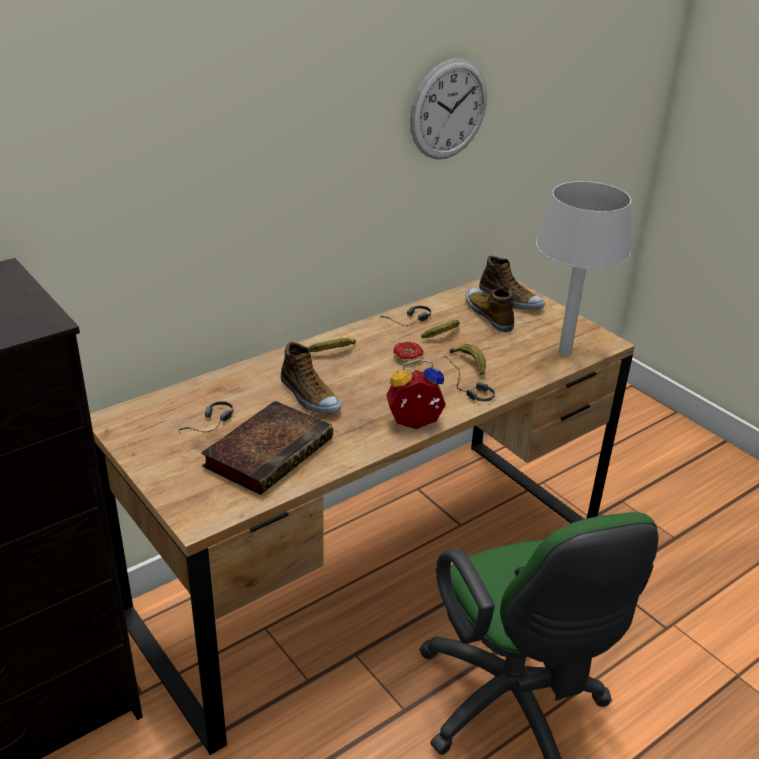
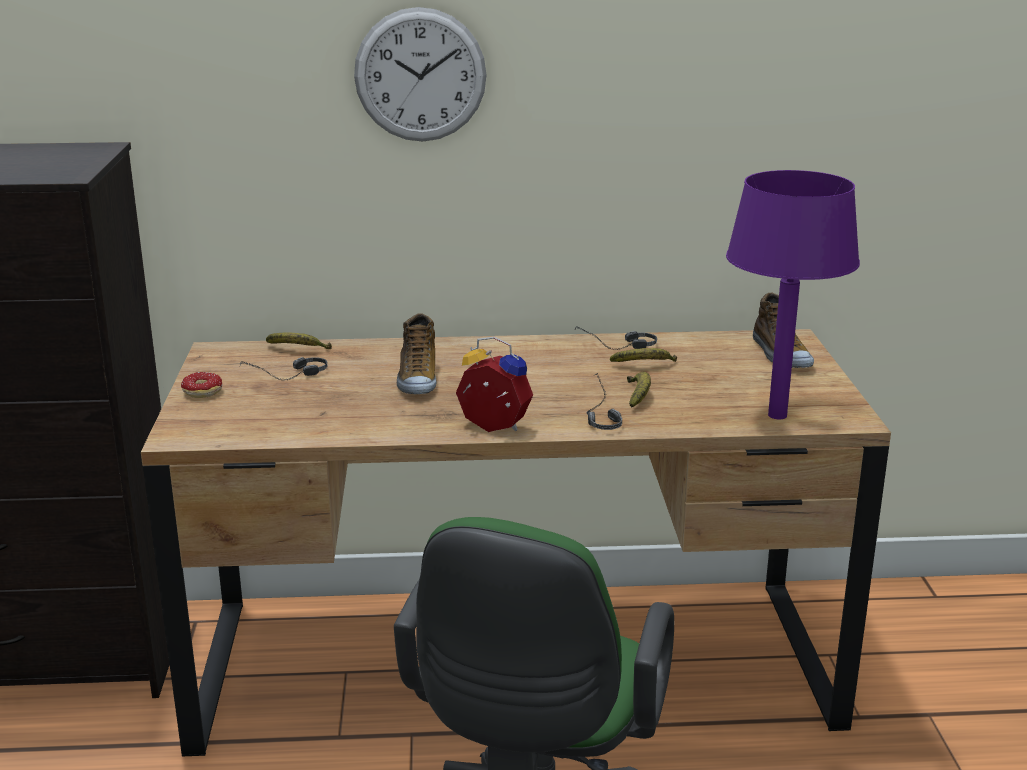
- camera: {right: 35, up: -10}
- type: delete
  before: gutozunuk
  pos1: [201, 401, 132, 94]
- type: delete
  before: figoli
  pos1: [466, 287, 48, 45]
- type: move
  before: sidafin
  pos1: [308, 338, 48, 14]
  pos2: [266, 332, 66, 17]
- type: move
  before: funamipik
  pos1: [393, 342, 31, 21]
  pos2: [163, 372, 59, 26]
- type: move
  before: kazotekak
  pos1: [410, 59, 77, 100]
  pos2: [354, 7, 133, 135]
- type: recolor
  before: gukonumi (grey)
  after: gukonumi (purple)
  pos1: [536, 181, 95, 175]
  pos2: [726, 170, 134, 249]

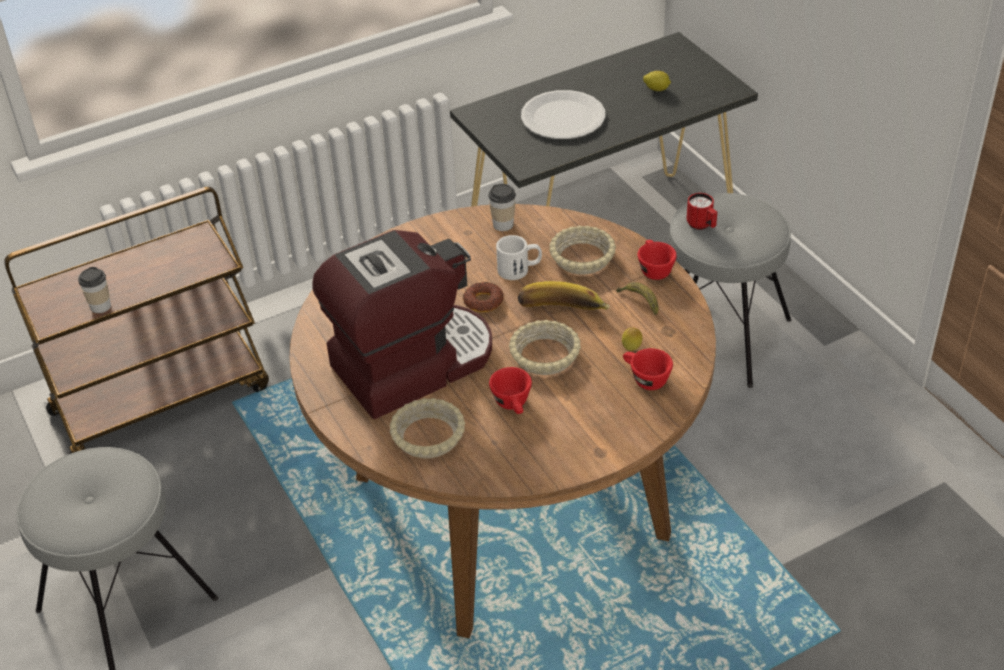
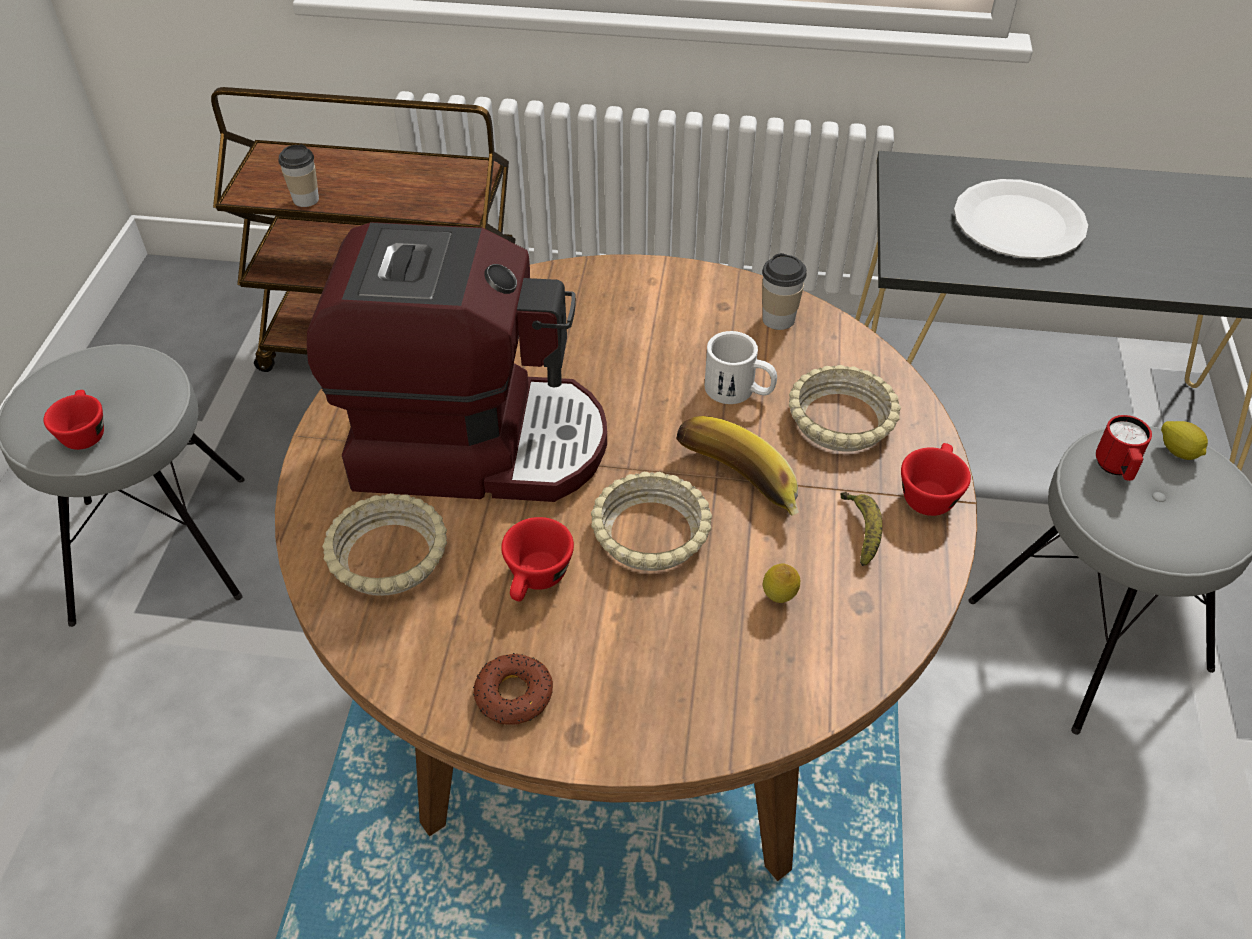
- camera: {right: 35, up: 5}
- type: move
  before: funamipik
  pos1: [463, 282, 40, 30]
  pos2: [473, 653, 80, 72]
- type: move
  before: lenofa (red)
  pos1: [623, 348, 50, 42]
  pos2: [44, 390, 60, 60]
- type: move
  before: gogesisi
  pos1: [643, 71, 28, 20]
  pos2: [1161, 421, 47, 39]

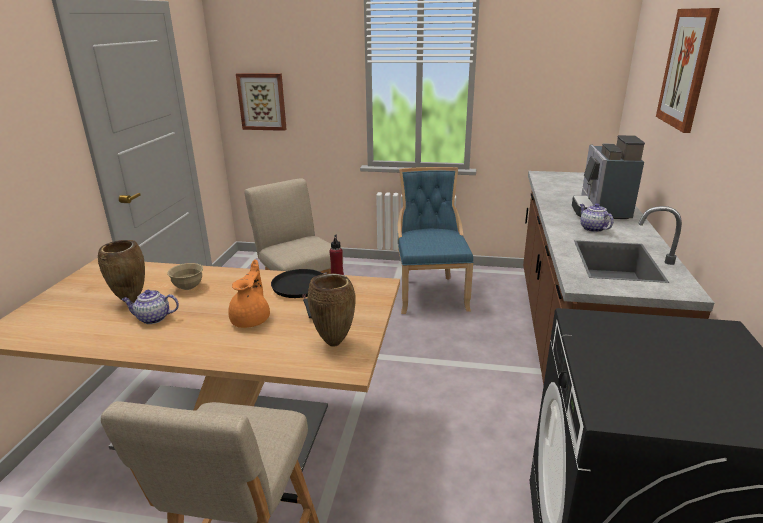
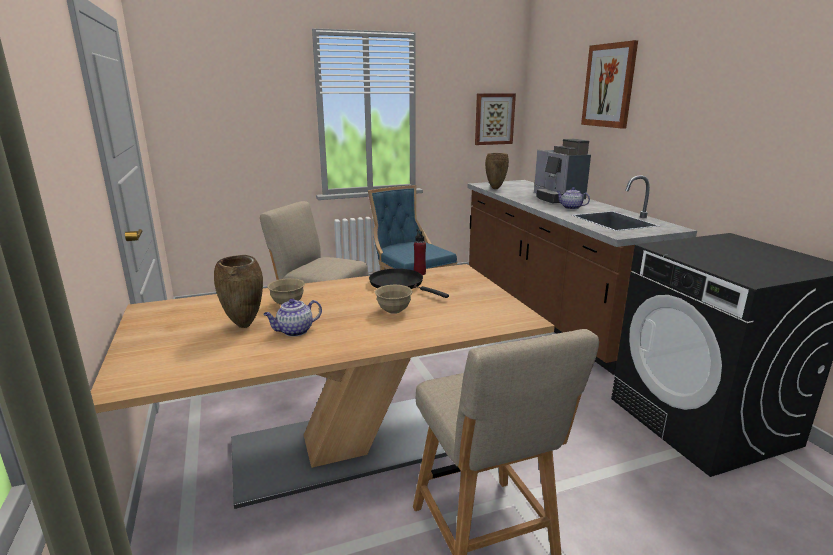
- camera: {right: -30, up: -5}
- type: move
  before: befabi
  pos1: [236, 73, 51, 58]
  pos2: [475, 93, 41, 52]
- type: move
  before: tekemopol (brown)
  pos1: [308, 273, 48, 74]
  pos2: [485, 153, 24, 36]
- type: replace
  before: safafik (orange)
  after: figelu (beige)
  pos1: [228, 260, 42, 68]
  pos2: [374, 285, 39, 29]

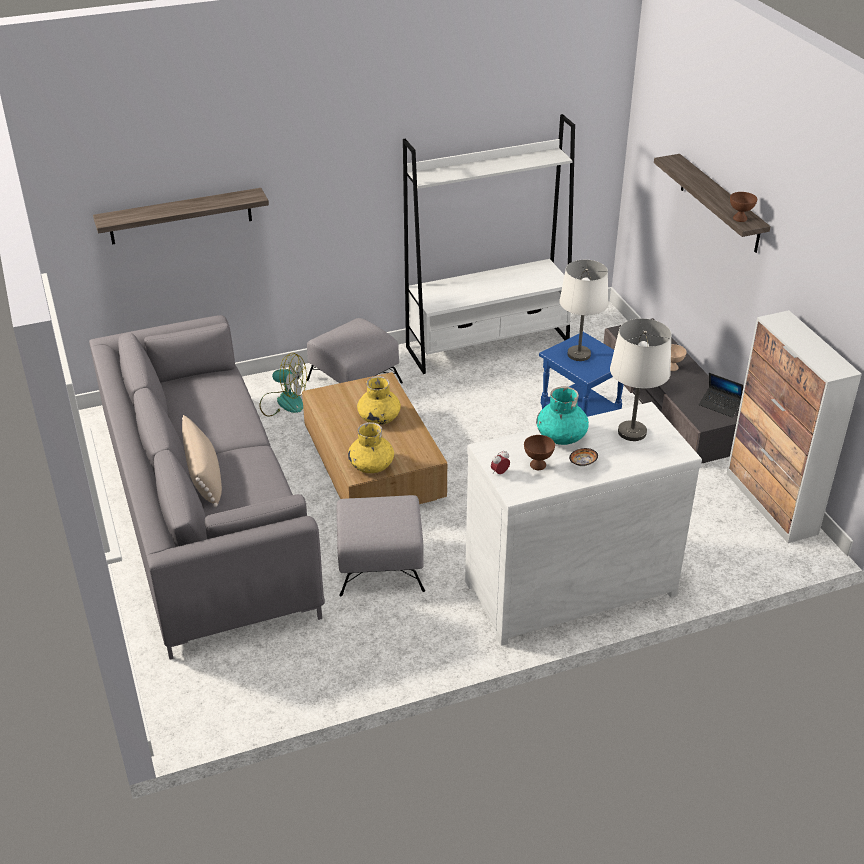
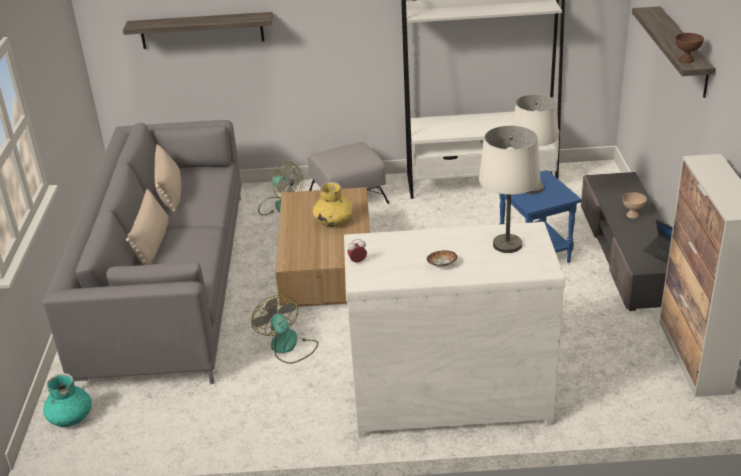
- camera: {right: 20, up: -5}
- type: delete
  before: tekemopol (yellow)
  pos1: [348, 422, 46, 51]
- type: delete
  before: figelu (brown)
  pos1: [524, 435, 31, 35]
- type: insert
  after: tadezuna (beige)
  pos2: [154, 144, 27, 68]
- type: move
  before: tekemopol (turquoise)
  pos1: [536, 386, 53, 59]
  pos2: [43, 373, 48, 54]
- type: replace
  before: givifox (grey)
  after: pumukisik
  pos1: [337, 495, 88, 101]
  pos2: [251, 295, 67, 69]

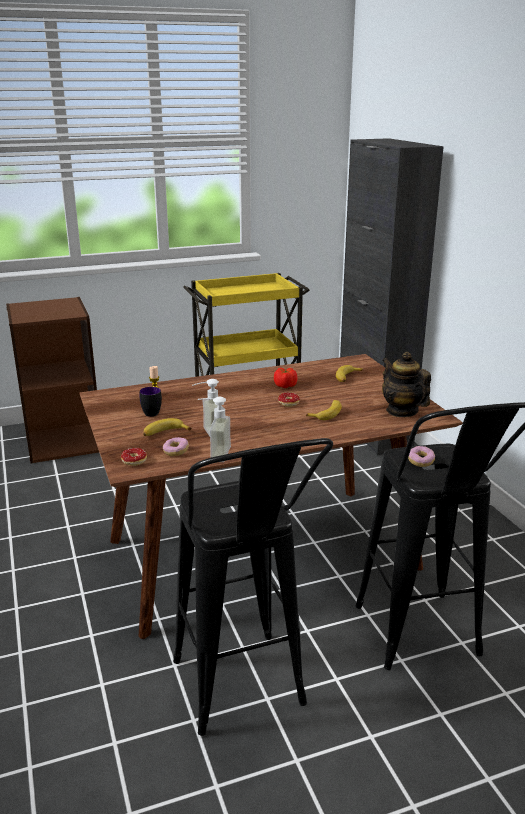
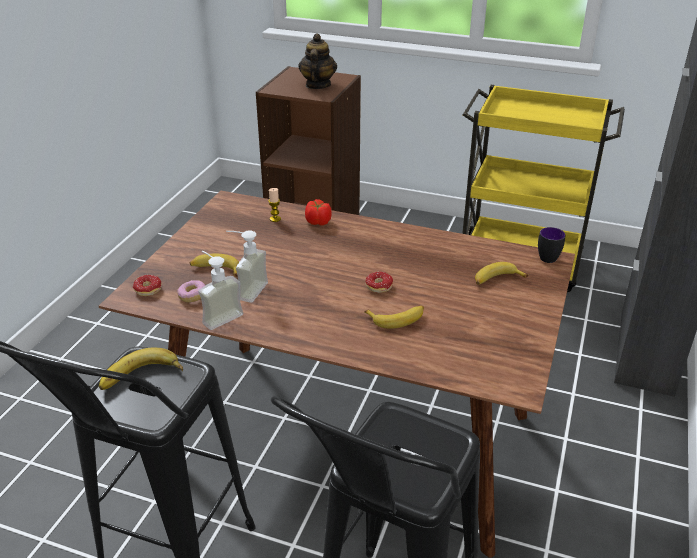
- camera: {right: 40, up: 10}
- type: delete
  before: funamipik
  pos1: [408, 446, 27, 21]
- type: insert
  after: sidafin
  pos2: [99, 348, 84, 42]
- type: move
  before: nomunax
  pos1: [139, 387, 23, 30]
  pos2: [538, 227, 27, 36]
- type: move
  before: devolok
  pos1: [274, 368, 23, 20]
  pos2: [305, 199, 26, 26]
- type: move
  before: safafik
  pos1: [382, 352, 49, 65]
  pos2: [299, 33, 38, 56]

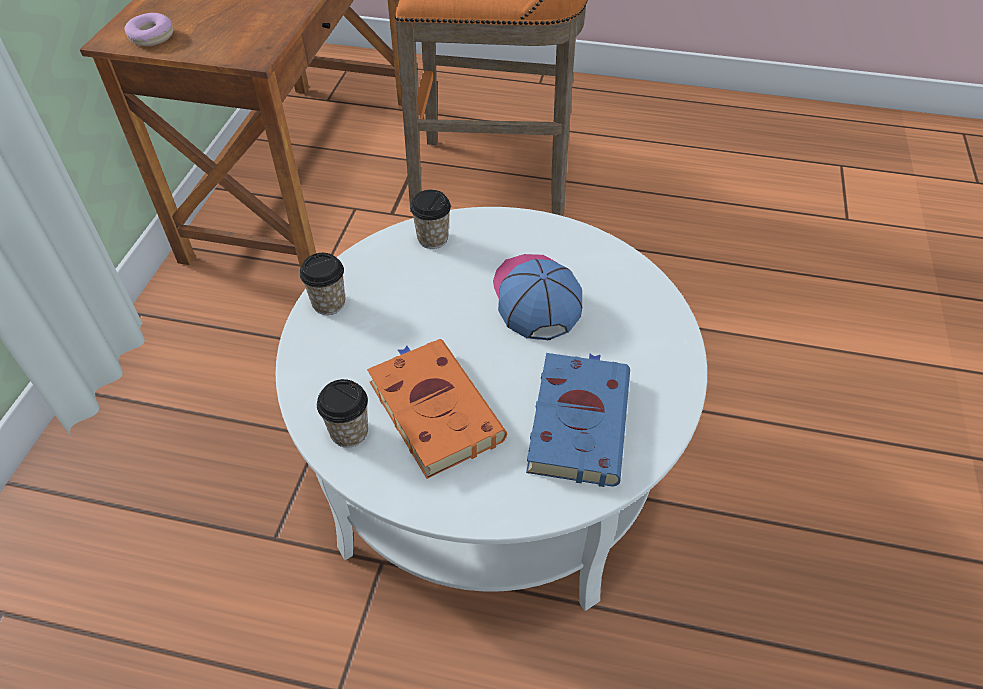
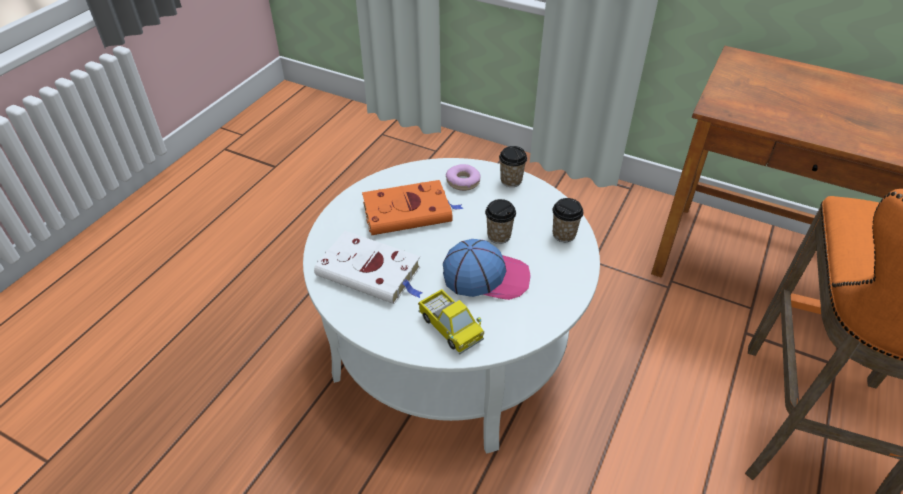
- camera: {right: 105, up: -5}
- type: insert
  after: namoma
  pos2: [418, 289, 66, 66]
- type: move
  before: funamipik
  pos1: [124, 13, 49, 33]
  pos2: [446, 164, 35, 27]
- type: move
  before: lenofa
  pos1: [317, 379, 51, 69]
  pos2: [485, 199, 31, 45]
- type: recolor
  before: gutozunuk (blue)
  after: gutozunuk (white)
  pos1: [526, 353, 104, 134]
  pos2: [314, 231, 109, 73]

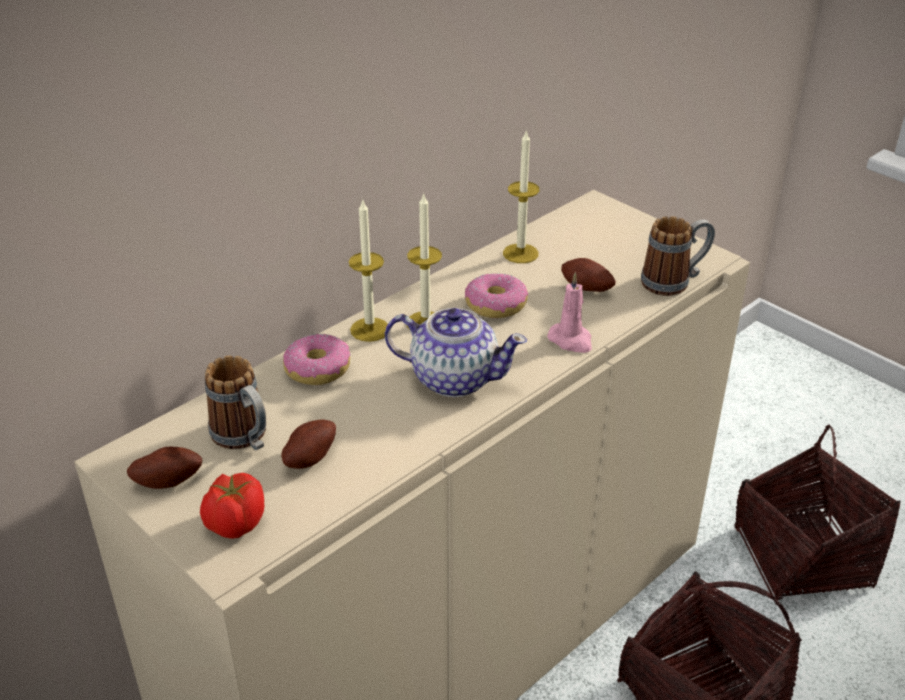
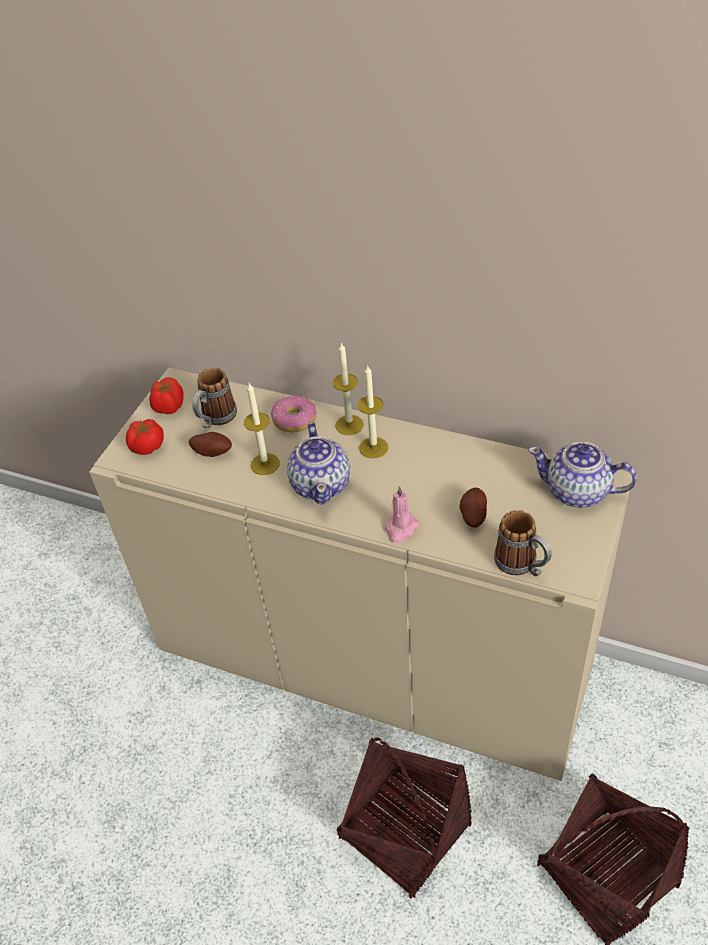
- camera: {right: 70, up: 10}
- type: delete
  before: funamipik
  pos1: [465, 274, 63, 44]
- type: insert
  after: safafik
  pos2: [528, 442, 109, 66]
- type: move
  before: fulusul
  pos1: [503, 130, 36, 133]
  pos2: [244, 383, 36, 92]
- type: replace
  before: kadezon
  after: devolok
  pos1: [127, 446, 75, 43]
  pos2: [149, 377, 35, 37]

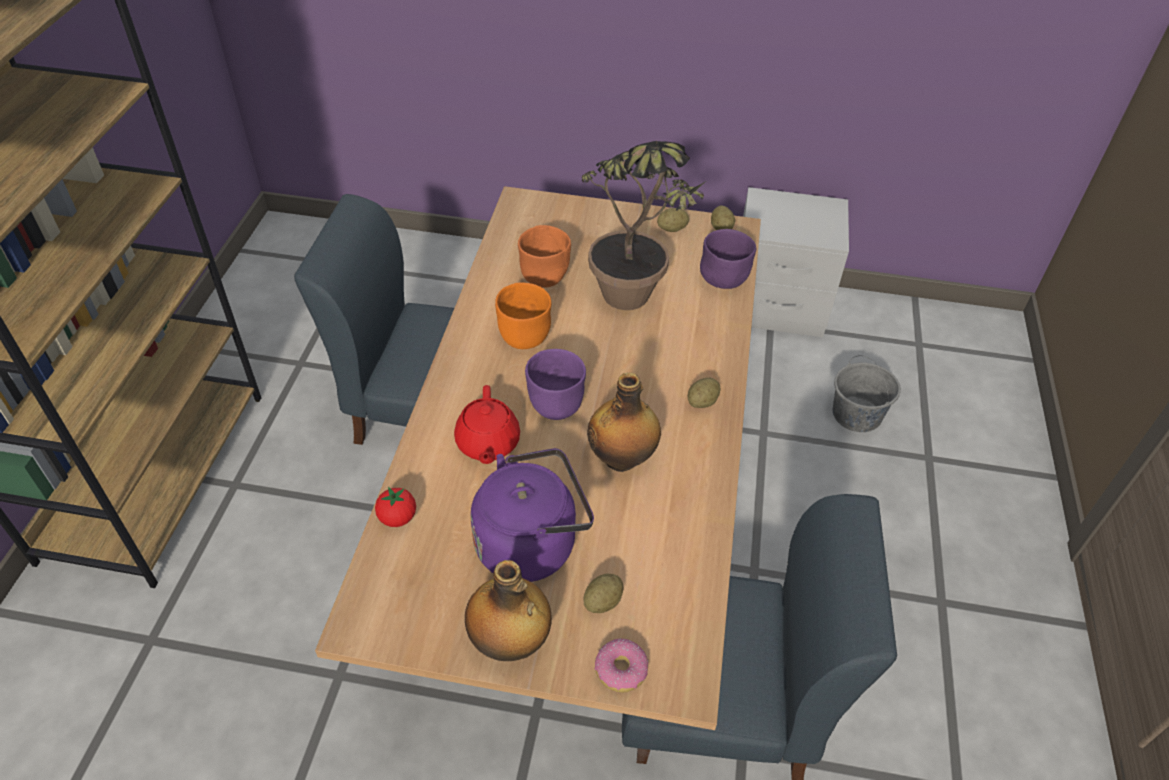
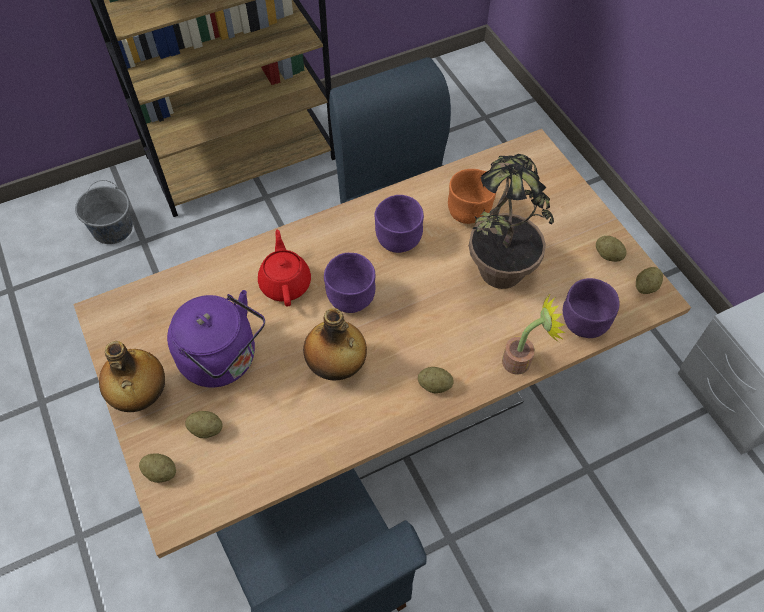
- camera: {right: 55, up: 10}
- type: delete
  before: devolok
  pos1: [375, 487, 41, 40]
- type: insert
  after: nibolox
  pos2: [502, 293, 63, 82]
- type: move
  before: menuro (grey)
  pos1: [833, 355, 68, 77]
  pos2: [75, 180, 58, 64]
- type: replace
  before: funamipik
  after: kadezon
  pos1: [595, 639, 53, 54]
  pos2: [139, 453, 37, 30]
- type: recolor
  before: figelu (orange)
  after: figelu (purple)
  pos1: [495, 283, 56, 66]
  pos2: [374, 195, 50, 58]
- type: rotate
  before: safafik (red)
  pos1: [454, 385, 66, 79]
  pos2: [258, 229, 53, 78]
  turn: 120

